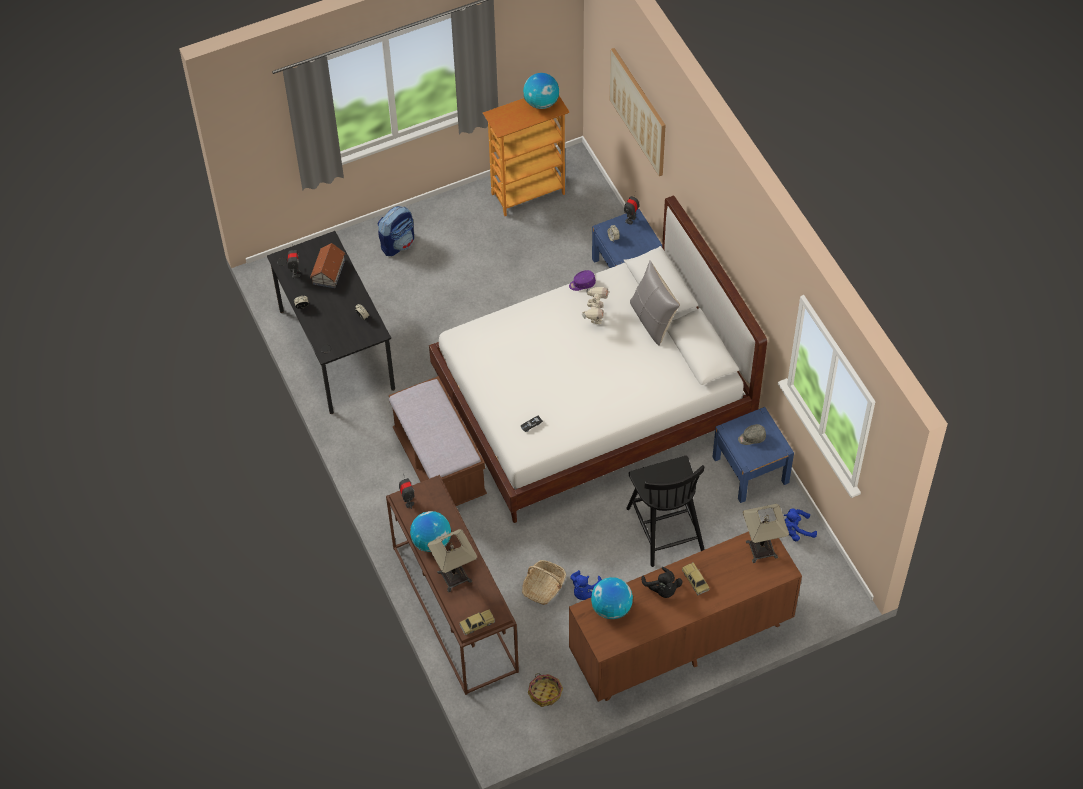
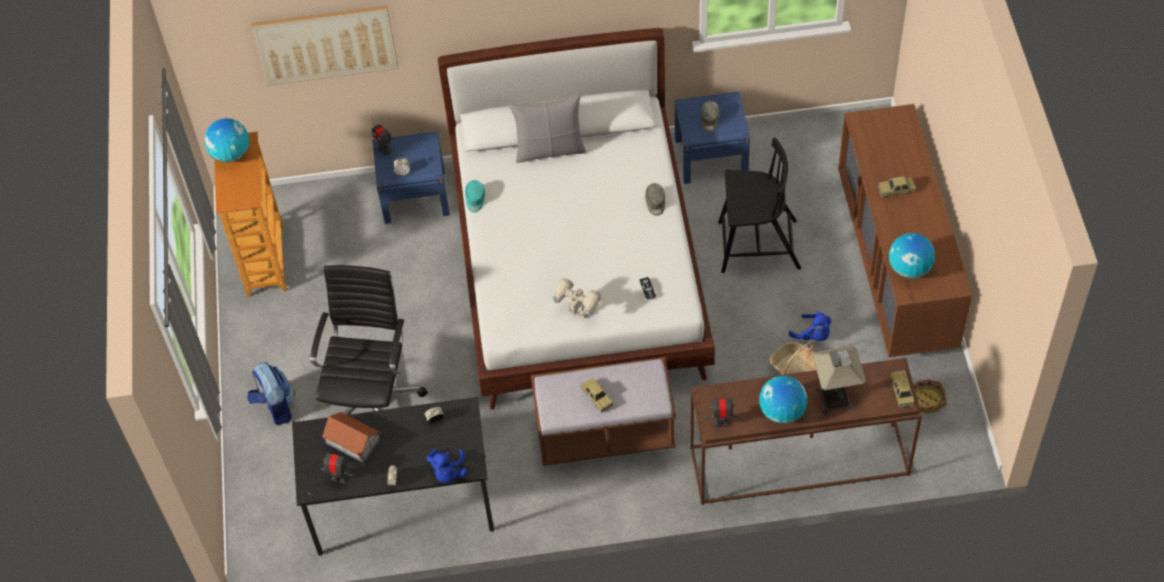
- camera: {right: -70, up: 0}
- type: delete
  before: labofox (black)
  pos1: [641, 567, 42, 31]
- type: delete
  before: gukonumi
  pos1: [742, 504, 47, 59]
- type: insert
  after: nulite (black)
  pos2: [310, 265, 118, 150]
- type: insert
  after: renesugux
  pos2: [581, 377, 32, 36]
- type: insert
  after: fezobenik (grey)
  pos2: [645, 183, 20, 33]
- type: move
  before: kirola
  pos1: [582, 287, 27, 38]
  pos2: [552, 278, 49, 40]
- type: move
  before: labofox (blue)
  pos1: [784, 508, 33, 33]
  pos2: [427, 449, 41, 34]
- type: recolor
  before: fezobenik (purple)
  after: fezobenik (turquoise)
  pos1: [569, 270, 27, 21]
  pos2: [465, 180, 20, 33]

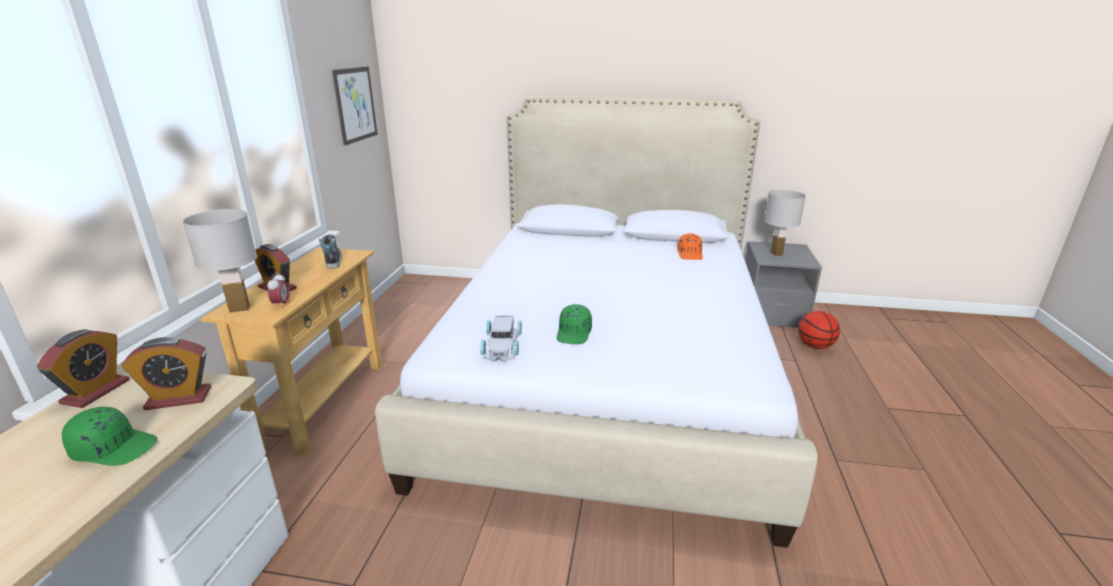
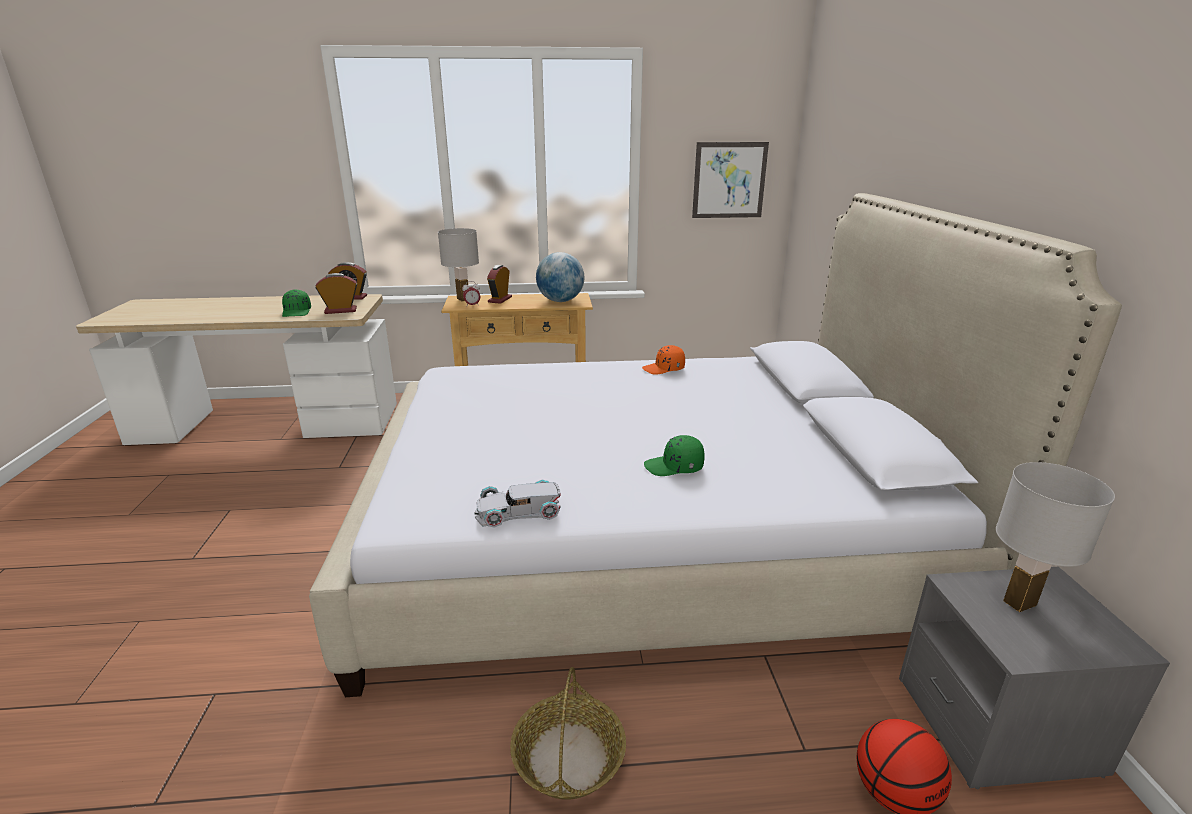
- camera: {right: 75, up: 0}
- type: insert
  after: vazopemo
  pos2: [510, 667, 116, 133]
- type: move
  before: renesugux (white)
  pos1: [480, 316, 42, 45]
  pos2: [475, 479, 86, 49]
- type: move
  before: fezobenik (green)
  pos1: [557, 304, 35, 40]
  pos2: [644, 435, 61, 41]
- type: move
  before: fezobenik (orange)
  pos1: [677, 233, 26, 27]
  pos2: [642, 345, 43, 30]
- type: replace
  before: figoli
  after: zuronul
  pos1: [319, 234, 23, 35]
  pos2: [536, 252, 48, 50]
- type: rotate
  before: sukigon
  pos1: [121, 337, 90, 73]
  pos2: [316, 273, 41, 41]
  turn: 105

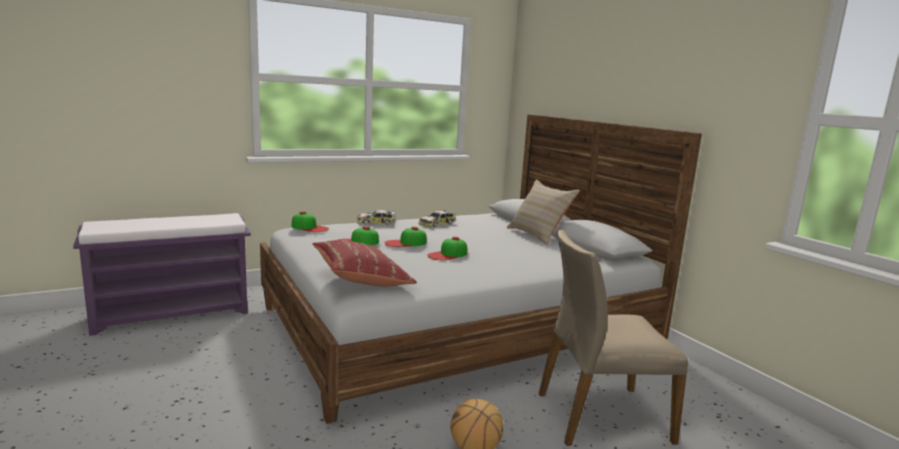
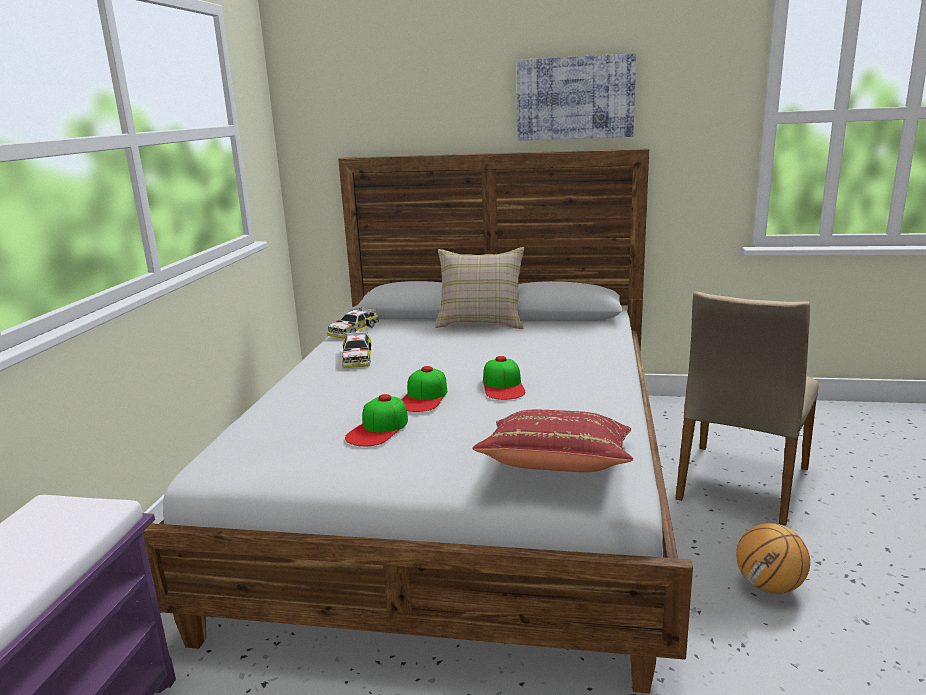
- camera: {right: -50, up: 5}
- type: delete
  before: fezobenik
  pos1: [291, 211, 38, 21]
- type: insert
  after: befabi
  pos2: [517, 53, 119, 87]
- type: move
  before: renesugux
  pos1: [357, 210, 39, 15]
  pos2: [327, 307, 52, 31]

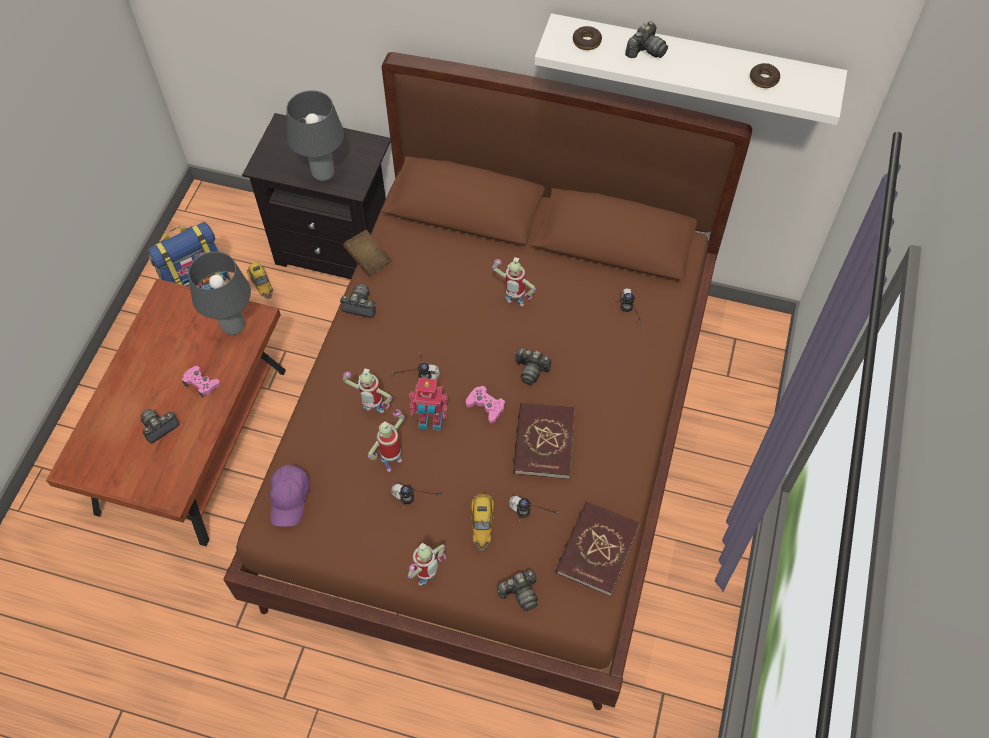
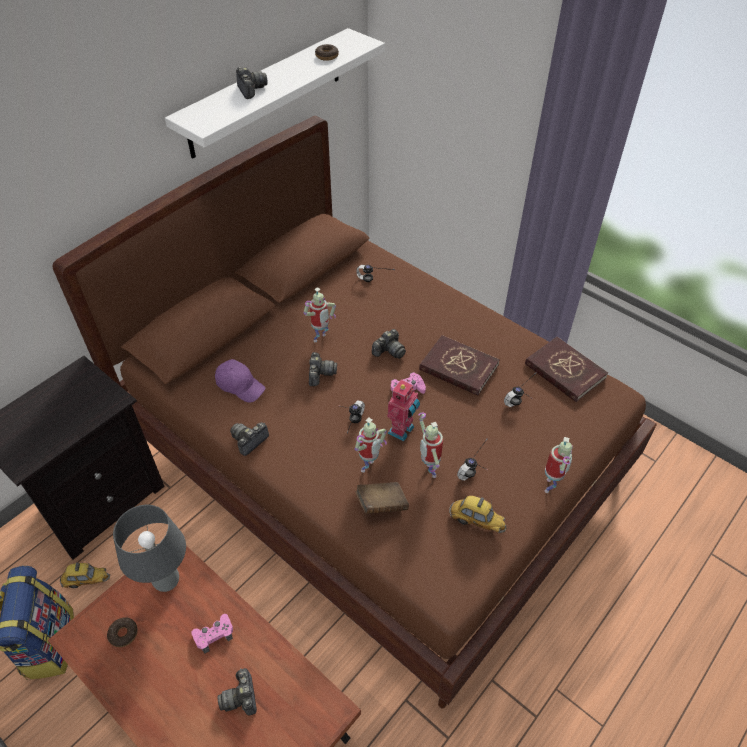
- camera: {right: -65, up: -10}
- type: delete
  before: gukonumi (grey)
  pos1: [286, 90, 58, 91]
- type: move
  before: fezobenik (purple)
  pos1: [270, 465, 40, 62]
  pos2: [215, 359, 51, 44]
- type: move
  before: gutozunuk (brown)
  pos1: [343, 230, 48, 46]
  pos2: [355, 482, 54, 32]
- type: move
  before: renesugux
  pos1: [471, 493, 23, 57]
  pos2: [449, 496, 58, 37]
- type: move
  before: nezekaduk
  pos1: [497, 570, 41, 41]
  pos2: [309, 352, 28, 34]
- type: move
  before: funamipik
  pos1: [573, 26, 29, 24]
  pos2: [107, 617, 31, 30]
- type: rotate
  before: kirola
  pos1: [408, 543, 38, 43]
  pos2: [545, 437, 28, 56]
  turn: 45

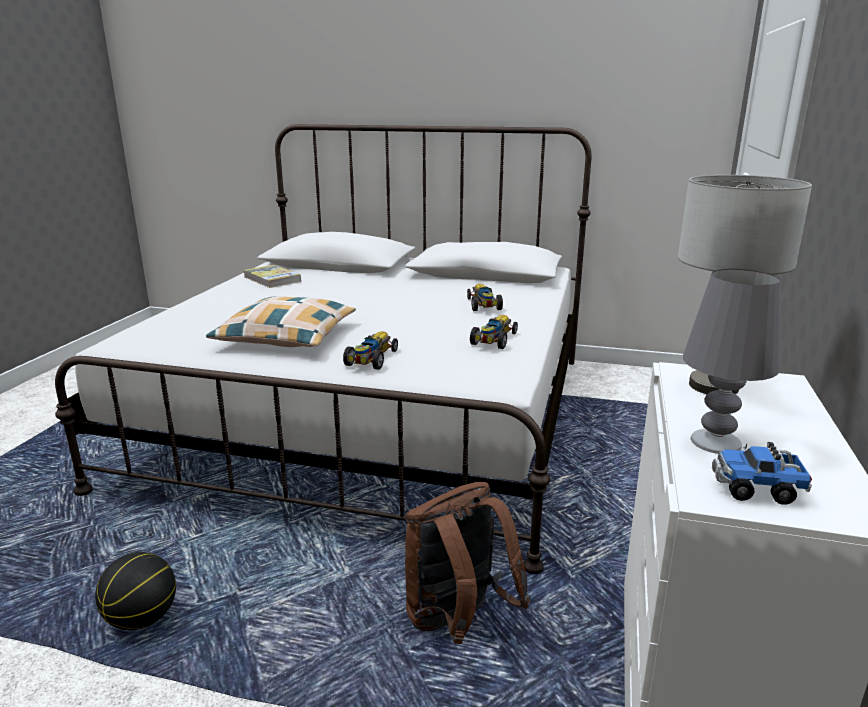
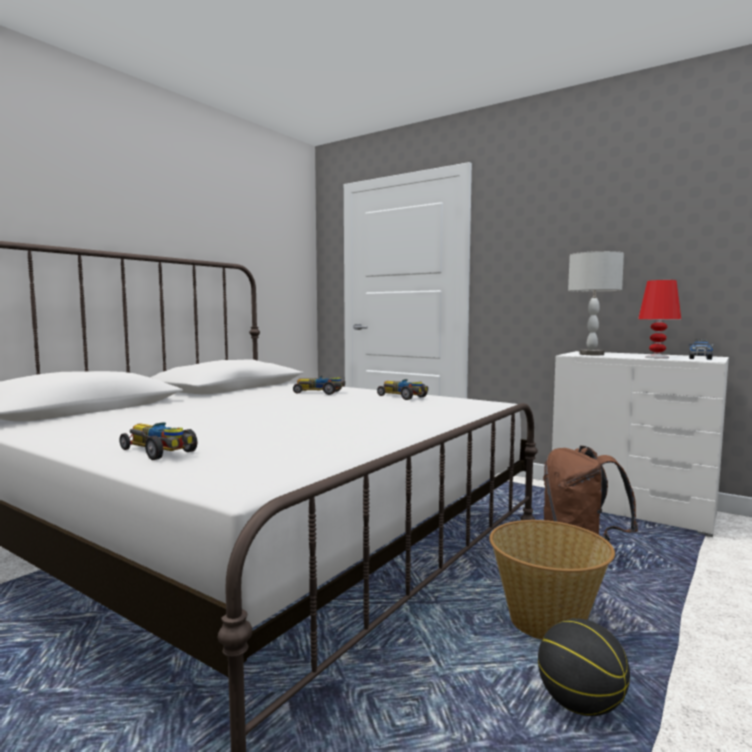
- camera: {right: -70, up: -15}
- type: delete
  before: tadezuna
  pos1: [206, 296, 150, 51]
- type: delete
  before: gutozunuk
  pos1: [243, 265, 58, 23]
- type: insert
  after: vazopemo
  pos2: [489, 520, 126, 120]
- type: move
  before: renesugux
  pos1: [343, 331, 55, 39]
  pos2: [119, 422, 79, 38]
- type: recolor
  before: gukonumi (grey)
  after: gukonumi (red)
  pos1: [683, 269, 97, 185]
  pos2: [638, 280, 43, 79]

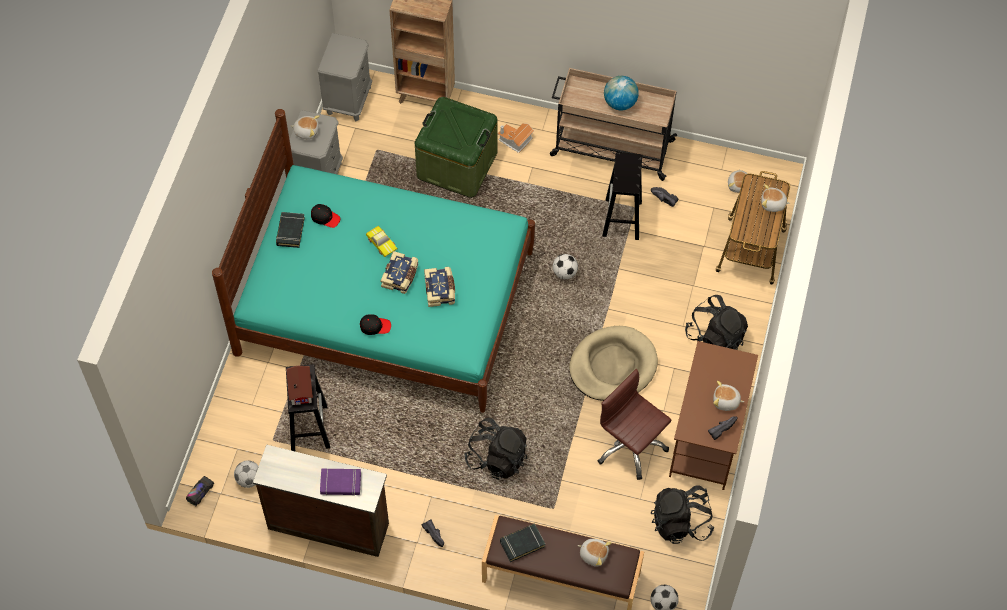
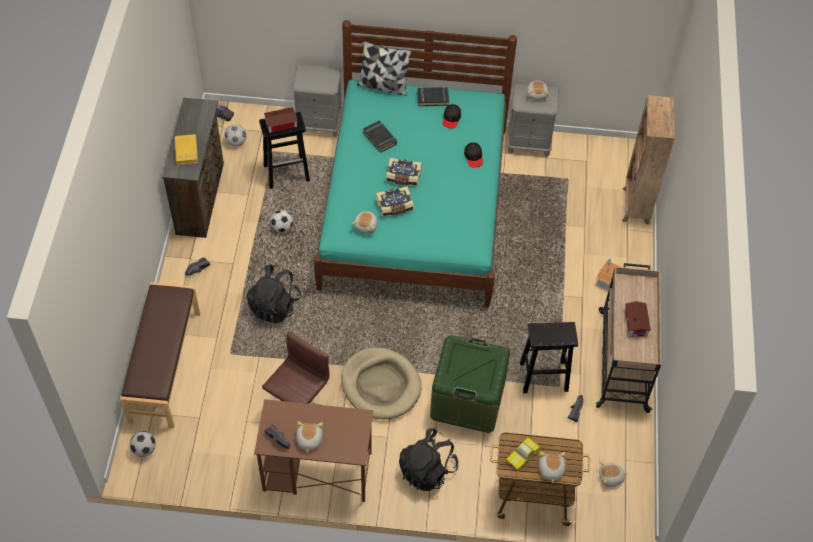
- camera: {right: 80, up: -5}
- type: delete
  before: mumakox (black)
  pos1: [651, 485, 63, 59]
- type: insert
  after: tadezuna
  pos2: [357, 41, 55, 55]
- type: move
  before: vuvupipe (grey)
  pos1: [318, 33, 54, 88]
  pos2: [292, 64, 51, 73]
- type: move
  before: fezobenik (black)
  pos1: [360, 314, 31, 21]
  pos2: [464, 142, 19, 25]
- type: move
  before: renesugux
  pos1: [366, 226, 32, 31]
  pos2: [506, 437, 34, 33]
- type: move
  before: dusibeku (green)
  pos1: [415, 97, 83, 101]
  pos2: [430, 335, 80, 98]
- type: move
  before: gutozunuk (black)
  pos1: [500, 524, 45, 38]
  pos2: [363, 121, 34, 32]
- type: move
  before: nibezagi
  pos1: [553, 254, 25, 25]
  pos2: [270, 210, 23, 23]
- type: move
  before: labofox
  pos1: [578, 539, 34, 28]
  pos2: [352, 211, 26, 23]
- type: replace
  before: zuronul
  after: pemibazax
  pos1: [604, 76, 35, 35]
  pos2: [625, 301, 26, 36]
- type: recolor
  before: gutozunuk (purple)
  after: gutozunuk (yellow)
  pos1: [320, 469, 41, 27]
  pos2: [174, 134, 24, 31]

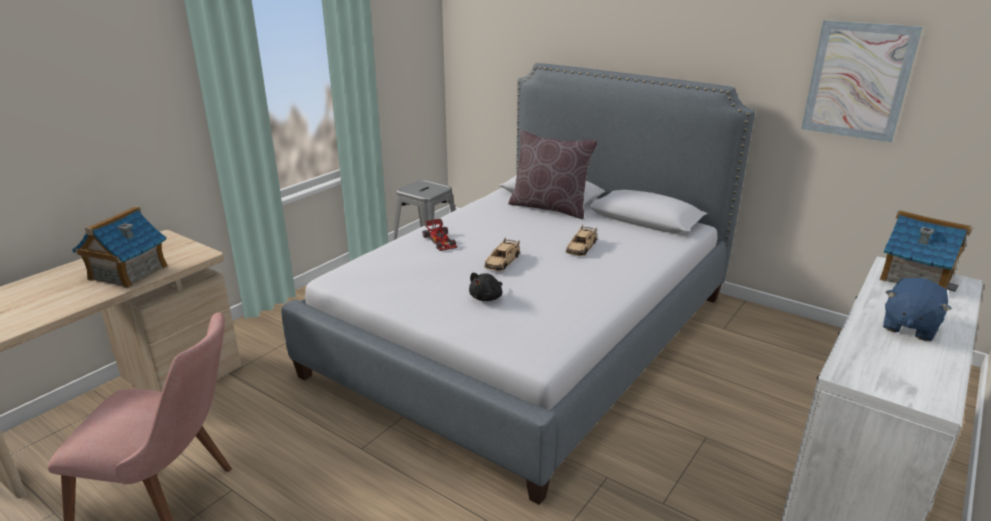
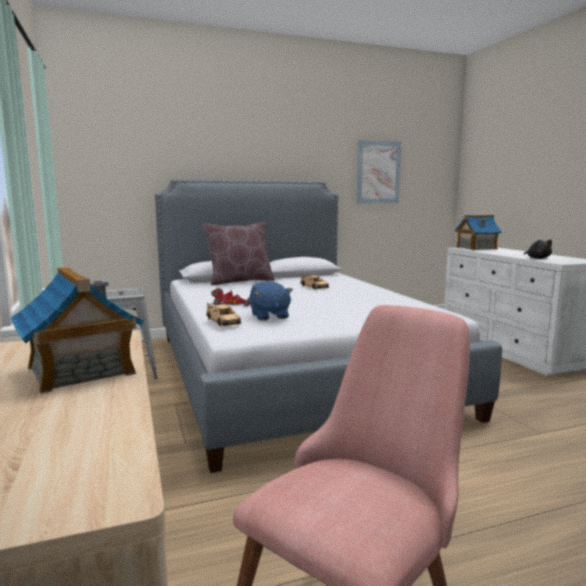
- camera: {right: -55, up: -15}
- type: move
  before: labofox (black)
  pos1: [469, 273, 33, 28]
  pos2: [524, 239, 28, 20]
- type: move
  before: renesugux (beige)
  pos1: [484, 238, 37, 33]
  pos2: [206, 301, 35, 25]
- type: move
  before: labofox (blue)
  pos1: [883, 278, 68, 63]
  pos2: [249, 281, 44, 40]

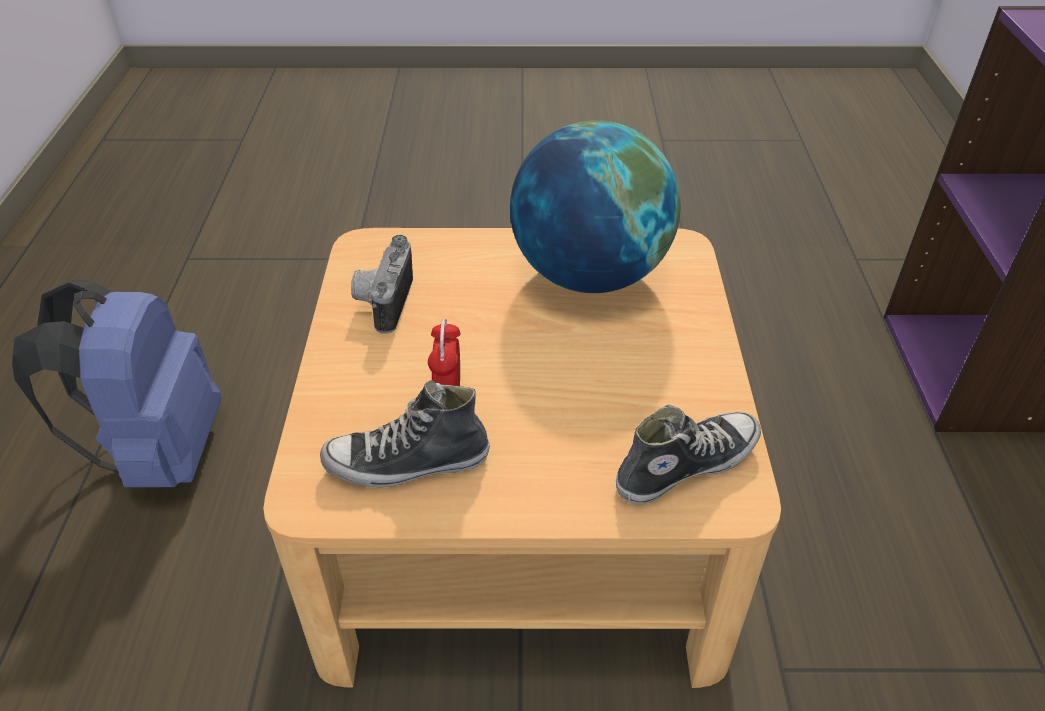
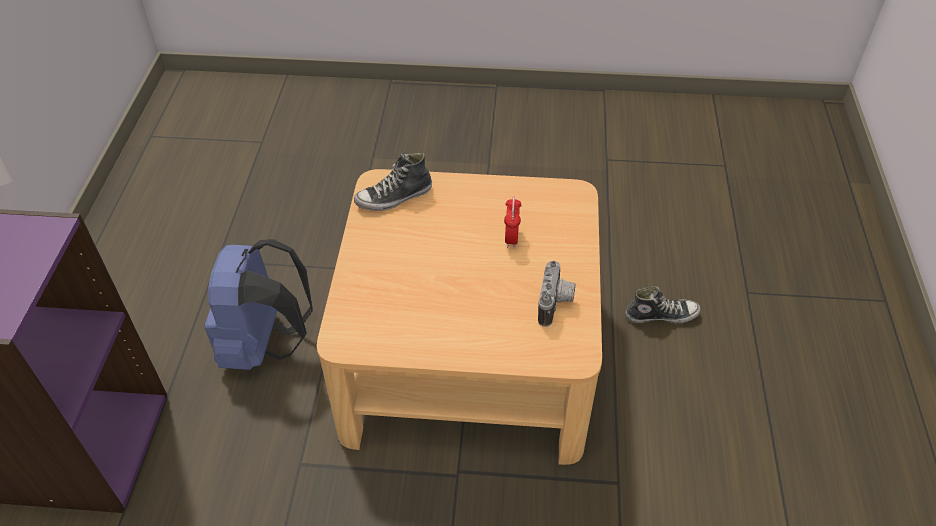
- camera: {right: -175, up: 5}
- type: delete
  before: zuronul
  pos1: [510, 120, 171, 173]
- type: move
  before: mumakox (blue)
  pos1: [12, 279, 209, 208]
  pos2: [205, 239, 108, 131]
- type: move
  before: figoli
  pos1: [320, 380, 170, 107]
  pos2: [626, 286, 75, 38]

